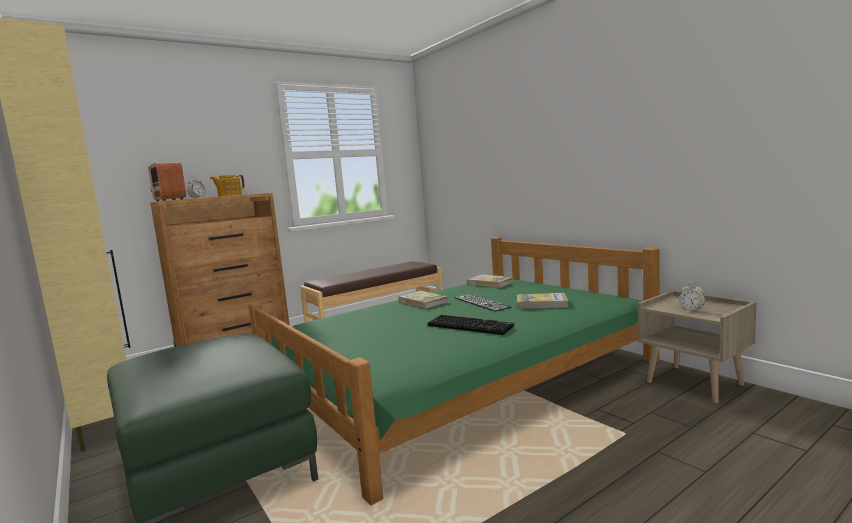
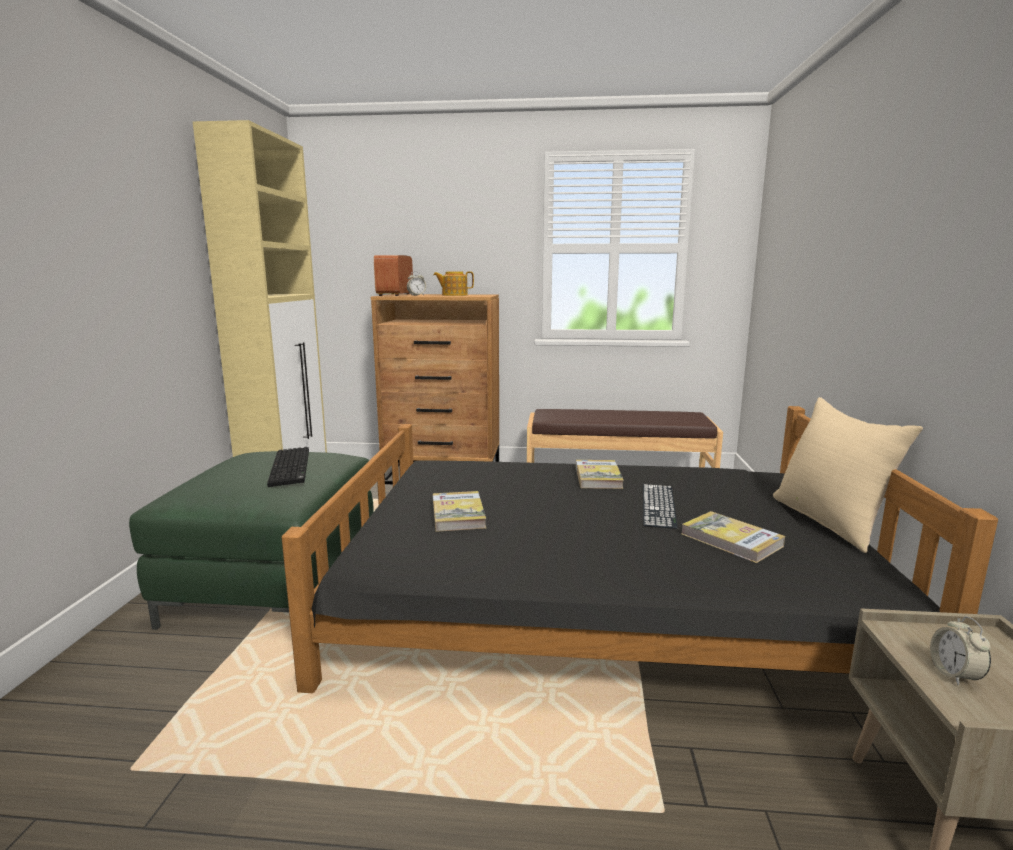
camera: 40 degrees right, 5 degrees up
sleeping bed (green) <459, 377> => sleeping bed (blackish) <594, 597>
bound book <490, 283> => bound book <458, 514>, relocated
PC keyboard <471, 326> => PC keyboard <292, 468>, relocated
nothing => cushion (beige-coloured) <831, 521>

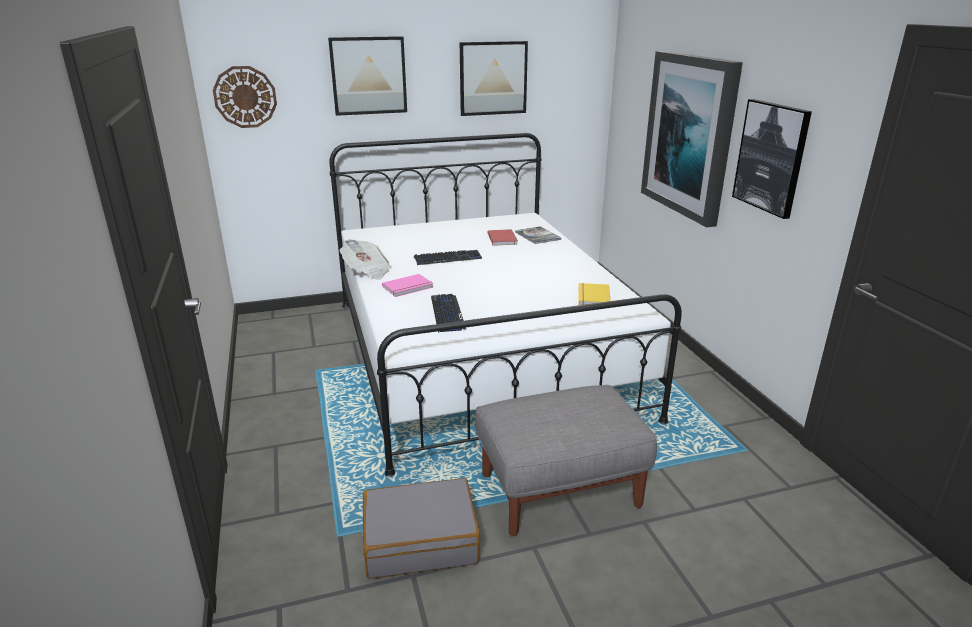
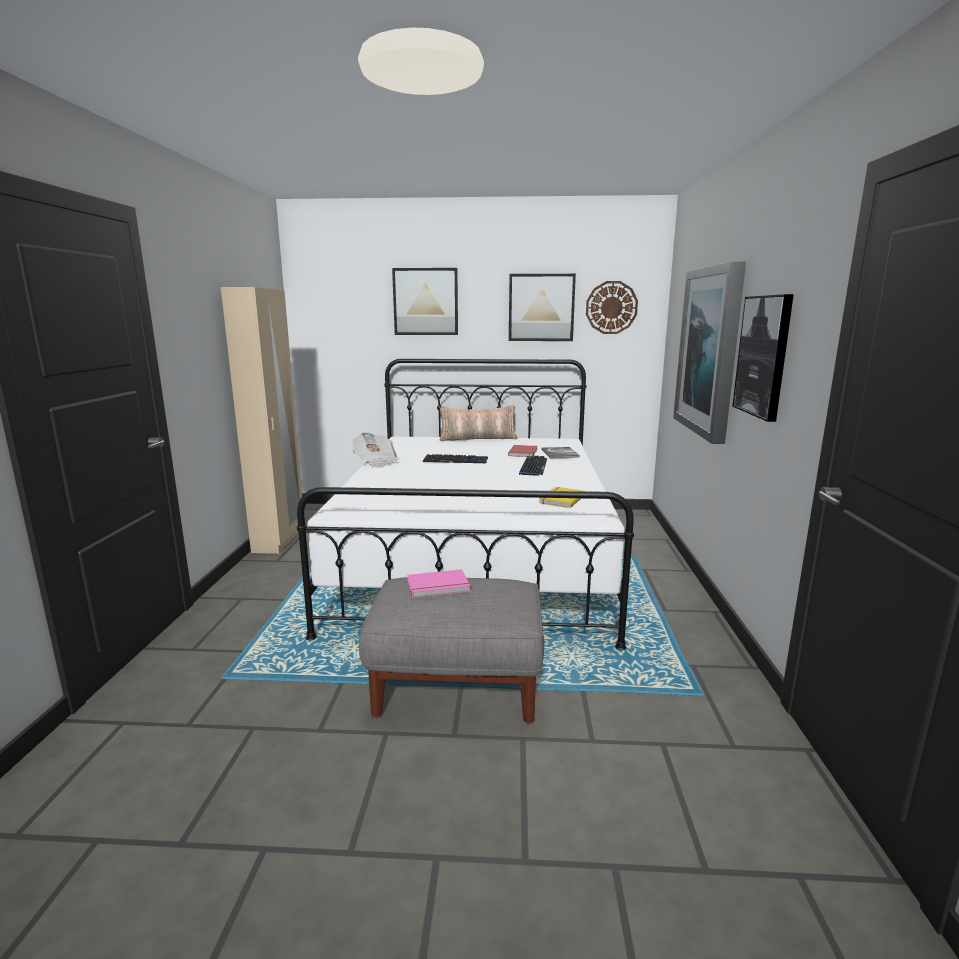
camera: 20 degrees right, 10 degrees down
wall clock <245, 97> => wall clock <611, 307>, relocated
bound book (pink) <408, 287> => bound book (pink) <439, 586>, relocated
PC keyboard <447, 314> => PC keyboard <533, 467>, relocated
piece of luggage (grey) <420, 540> => nothing
nothing => armoire (beige-coloured) <279, 540>
nothing => cushion <478, 439>

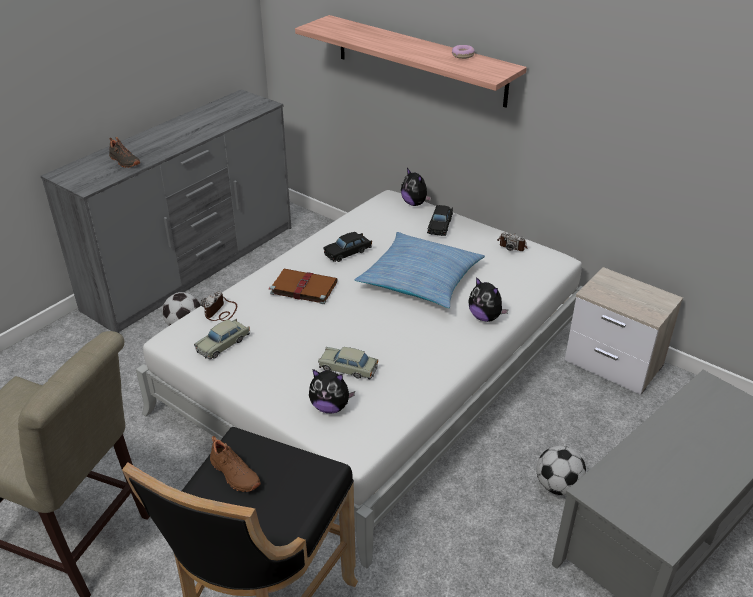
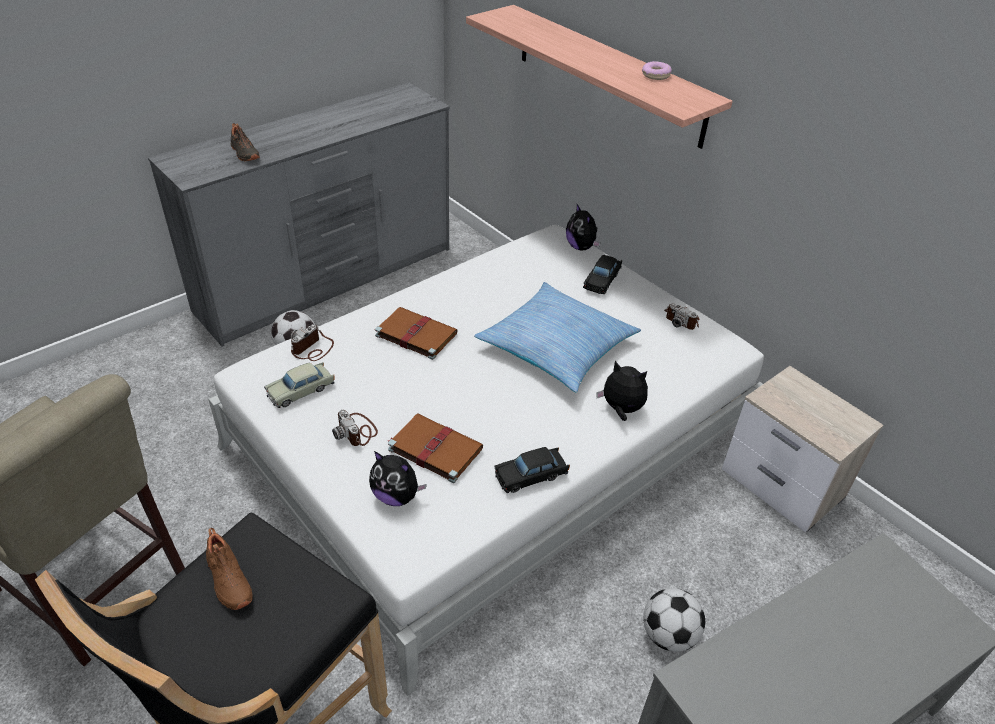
camera: 10 degrees right, 5 degrees up
model car (blackish) <348, 252> => model car (blackish) <531, 475>, relocated
cuddly toy <485, 317> => cuddly toy <621, 409>, 150 degrees clockwise
model car (beige-coloured) <348, 368> => bound book (brown-coloured) <434, 448>
nothing => still camera <356, 431>

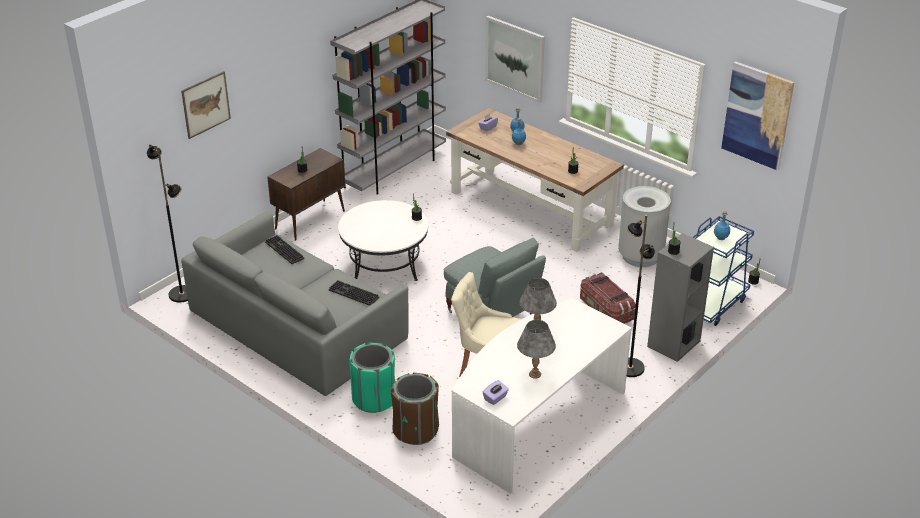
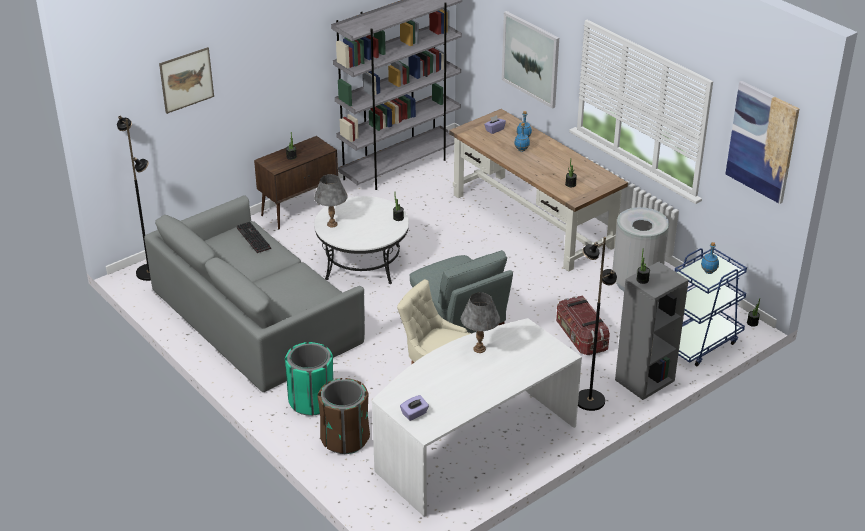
camera: 10 degrees right, 0 degrees up
PC keyboard <352, 294> => nothing
lamp for a table (grey) <534, 374> => lamp for a table (grey) <332, 224>, relocated

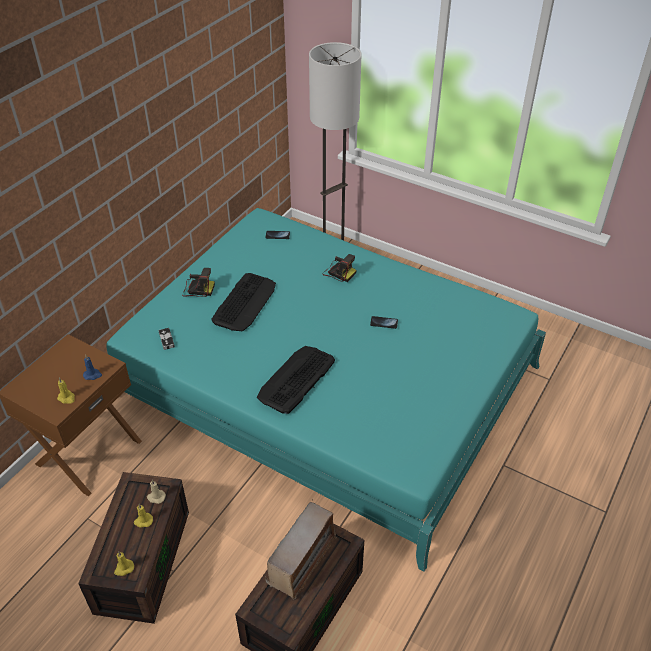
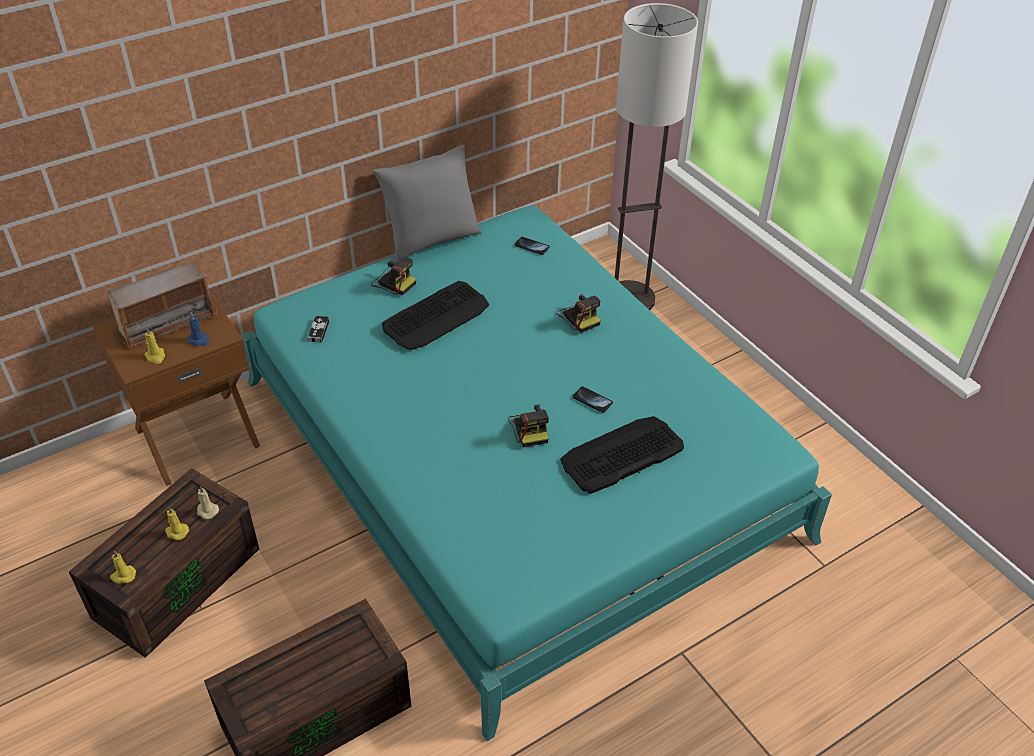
camera: 25 degrees right, 0 degrees up
PC keyboard <296, 379> => PC keyboard <621, 455>, relocated
radio receiver <302, 559> => radio receiver <167, 322>, relocated
nothing => cushion (grey) <431, 241>
nothing => still camera <530, 428>

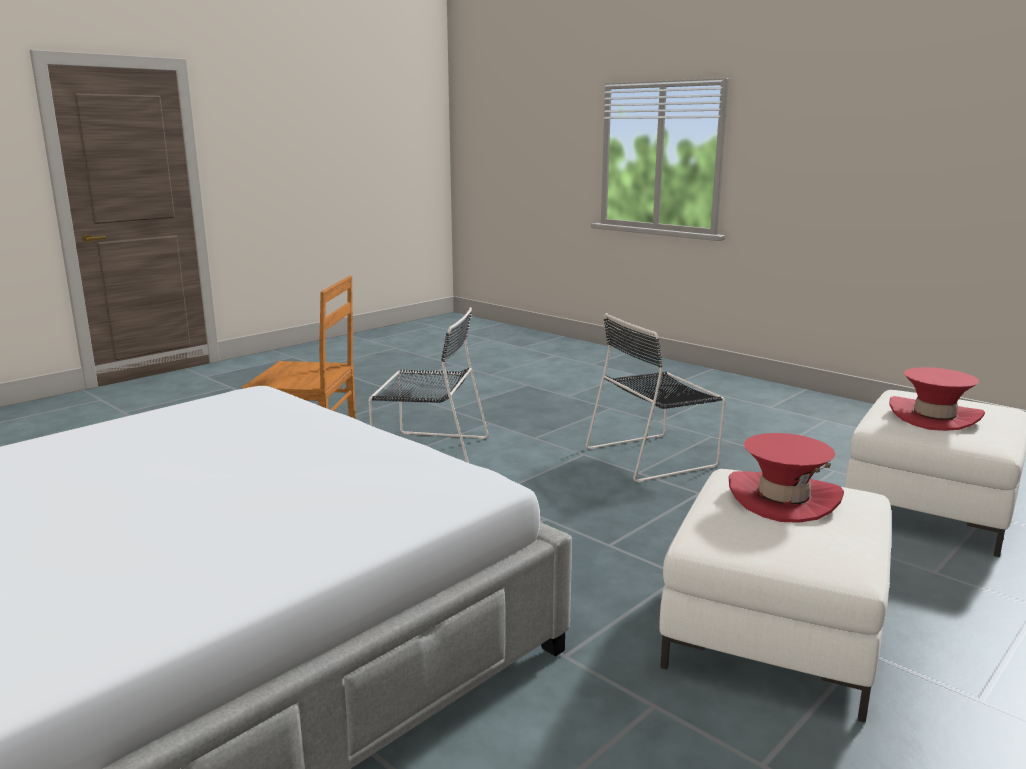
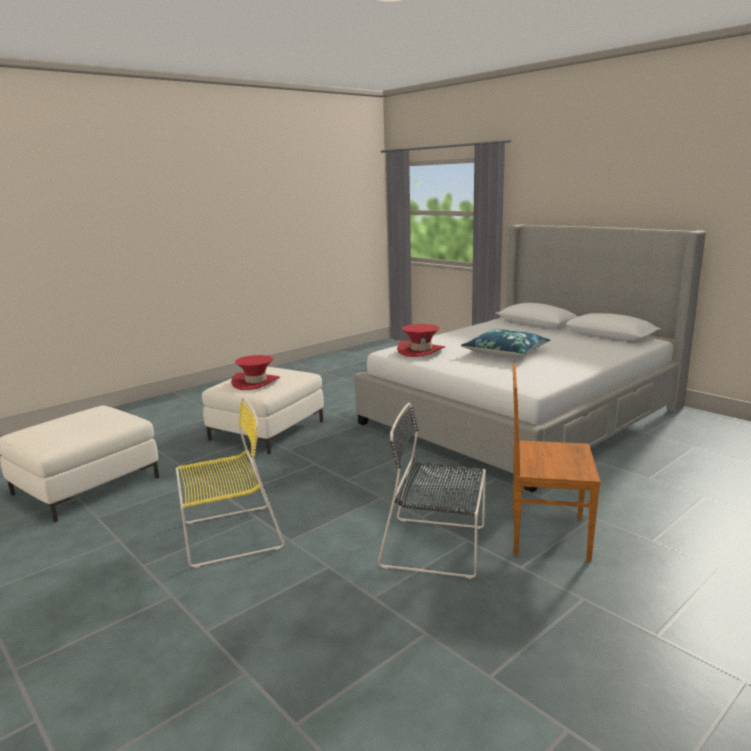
camera: 175 degrees left, 0 degrees up
plain chair (blackish) <654, 456> => plain chair (yellow-coloured) <227, 536>
wearable hat (reddish) <934, 417> => wearable hat (reddish) <421, 351>, relocated
nothing => cushion (blue-coloured) <505, 353>

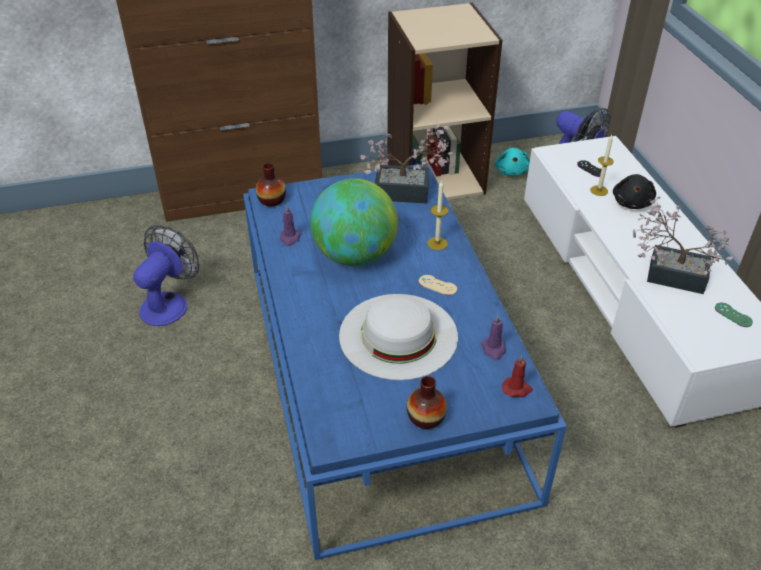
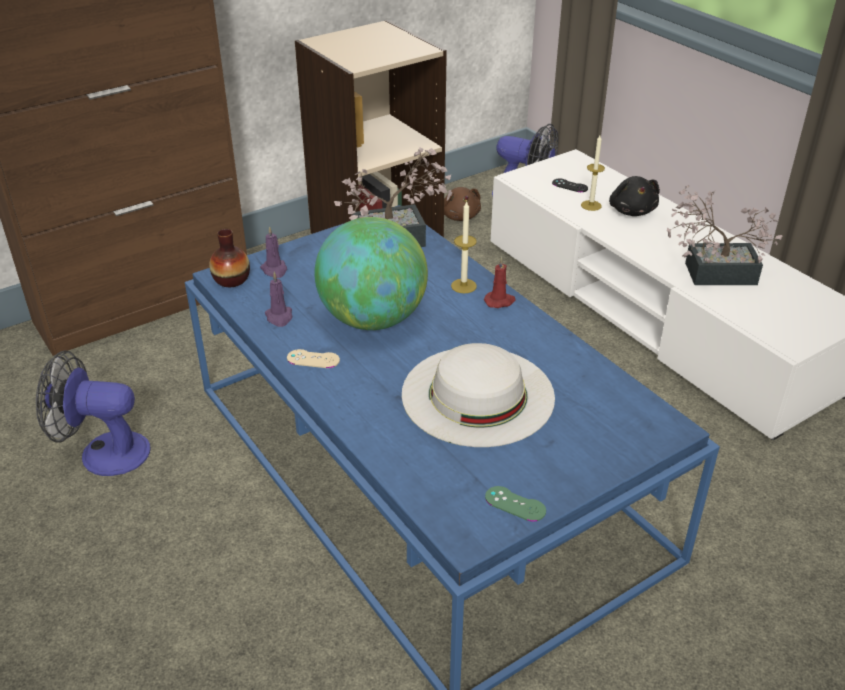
camera: 20 degrees left, 5 degrees down
cuddly toy (turquoise) <511, 171> => cuddly toy (brown-coloured) <459, 216>
fan <169, 303> => fan <103, 452>, 90 degrees counterclockwise
joypad (beige-coloured) <437, 285> => joypad (beige-coloured) <313, 359>, relocated
joypad (green) <733, 315> => joypad (green) <515, 504>, relocated
wax light (purple) <493, 349> => wax light (purple) <274, 270>, relocated
wax light (reddish) <517, 389> => wax light (reddish) <500, 301>, relocated
flower vase <426, 417> => nothing

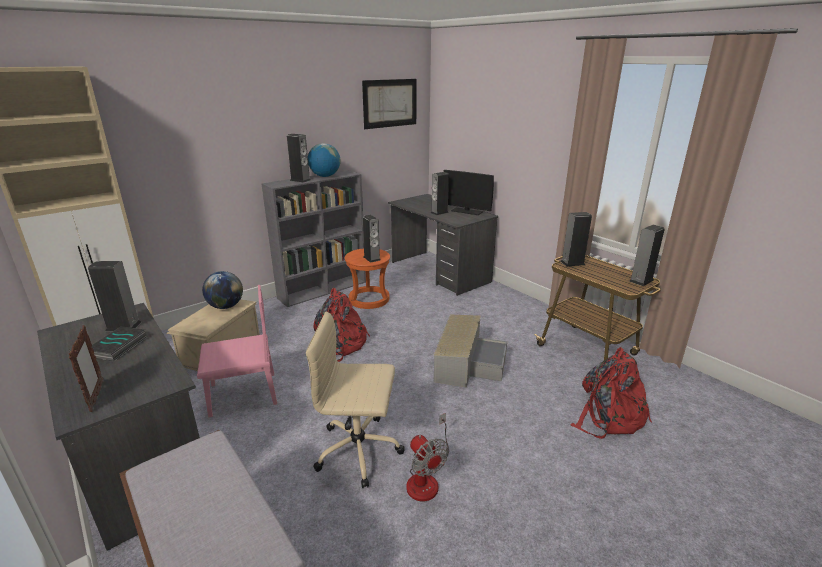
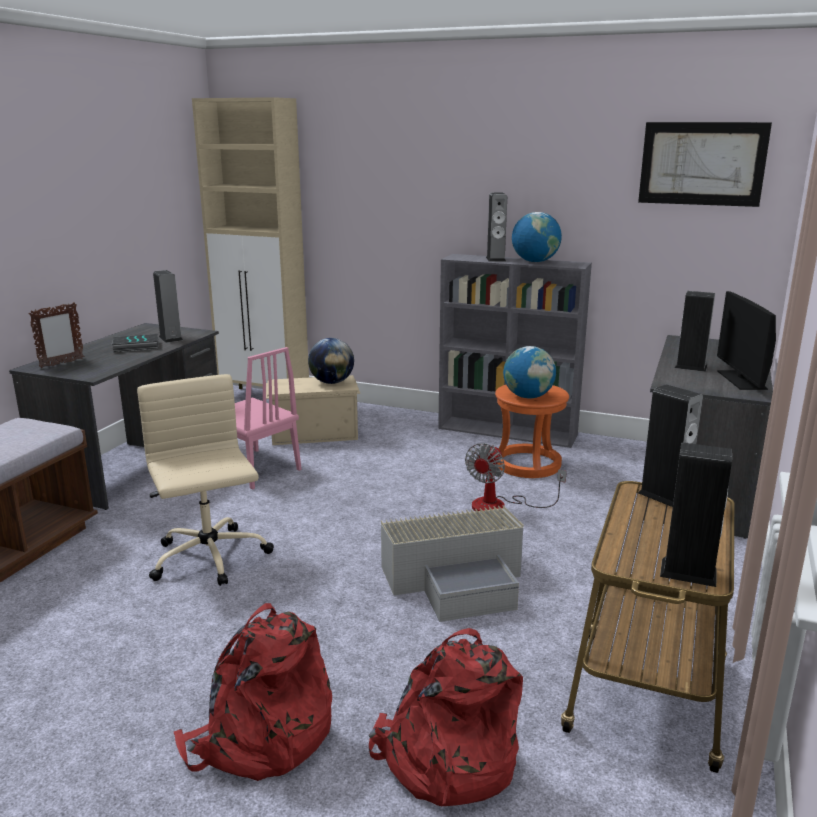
camera: 60 degrees right, 5 degrees down
loudspeaker <371, 258> => world globe <528, 397>
rucksack (reddish) <340, 345> => rucksack (reddish) <260, 737>, relocated
fan <426, 478> => fan <500, 506>, relocated

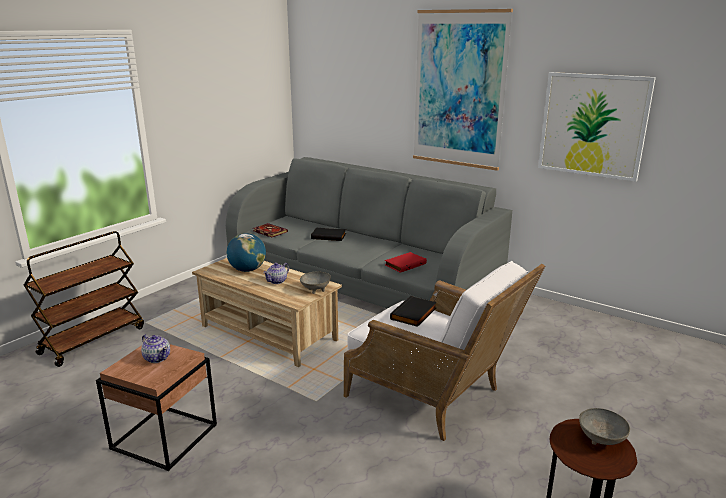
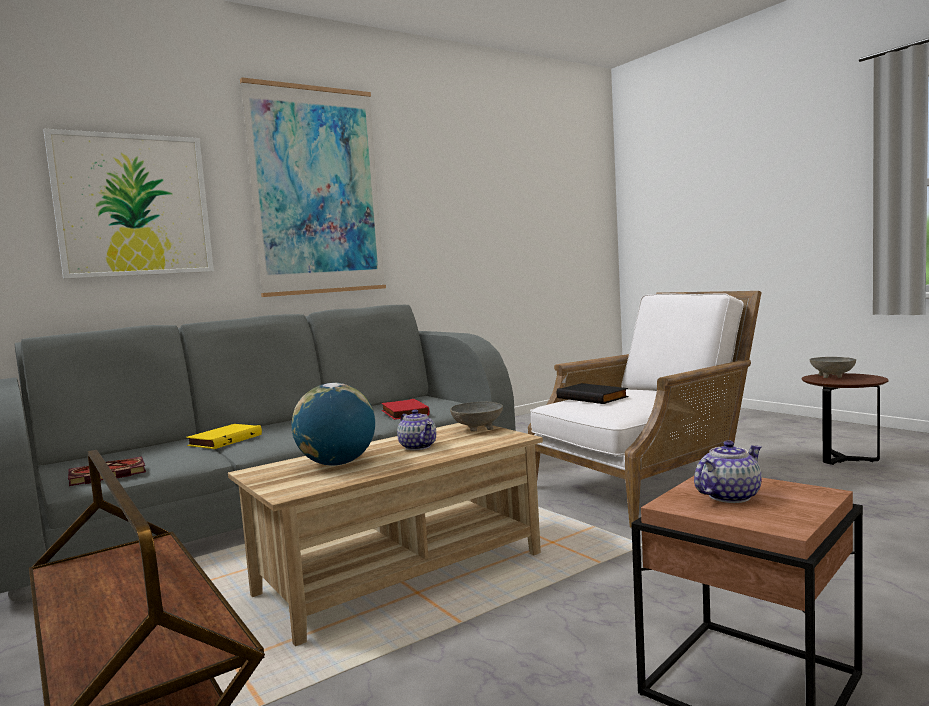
camera: 70 degrees left, 15 degrees down
wall art <593, 125> => wall art <133, 205>, relocated
bound book (blackish) <329, 236> => bound book (yellow-coloured) <224, 440>

